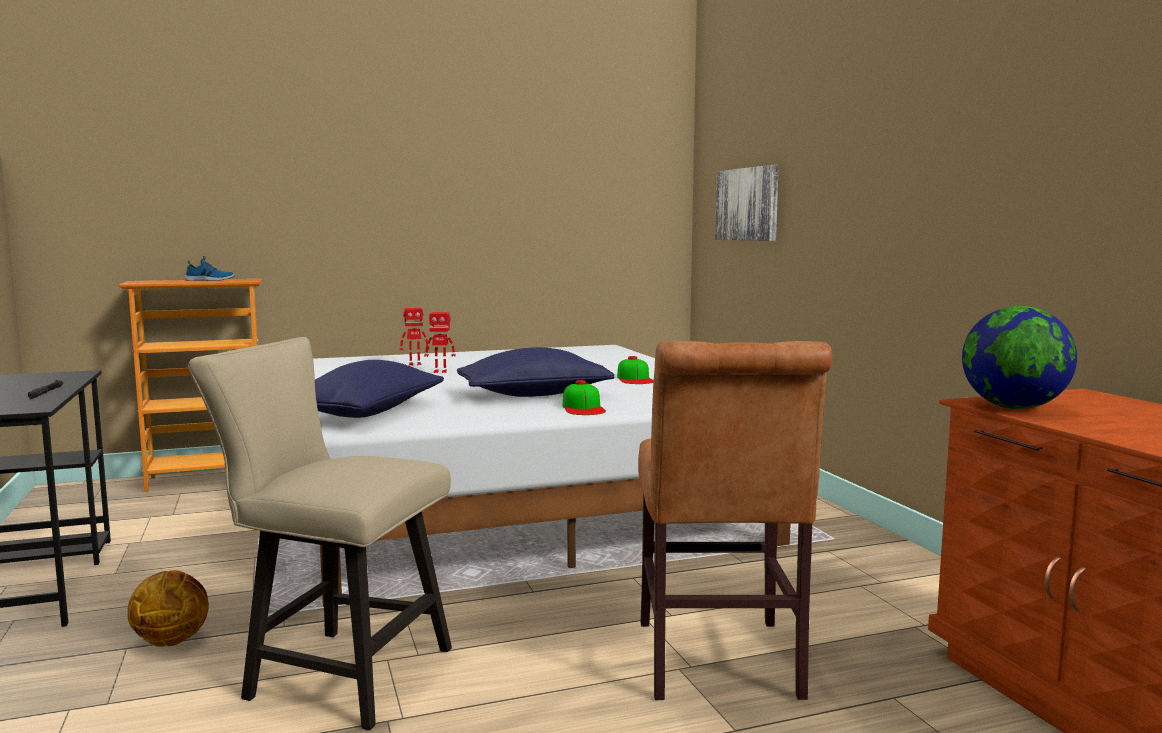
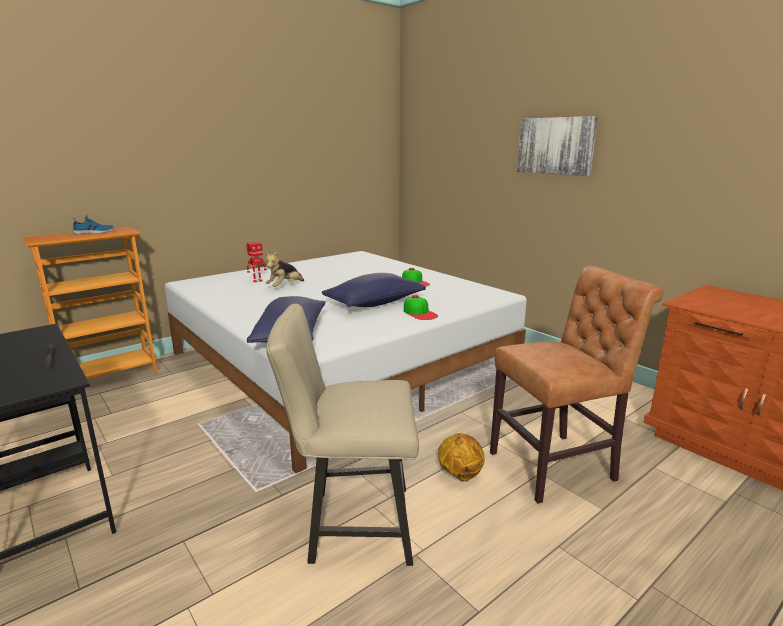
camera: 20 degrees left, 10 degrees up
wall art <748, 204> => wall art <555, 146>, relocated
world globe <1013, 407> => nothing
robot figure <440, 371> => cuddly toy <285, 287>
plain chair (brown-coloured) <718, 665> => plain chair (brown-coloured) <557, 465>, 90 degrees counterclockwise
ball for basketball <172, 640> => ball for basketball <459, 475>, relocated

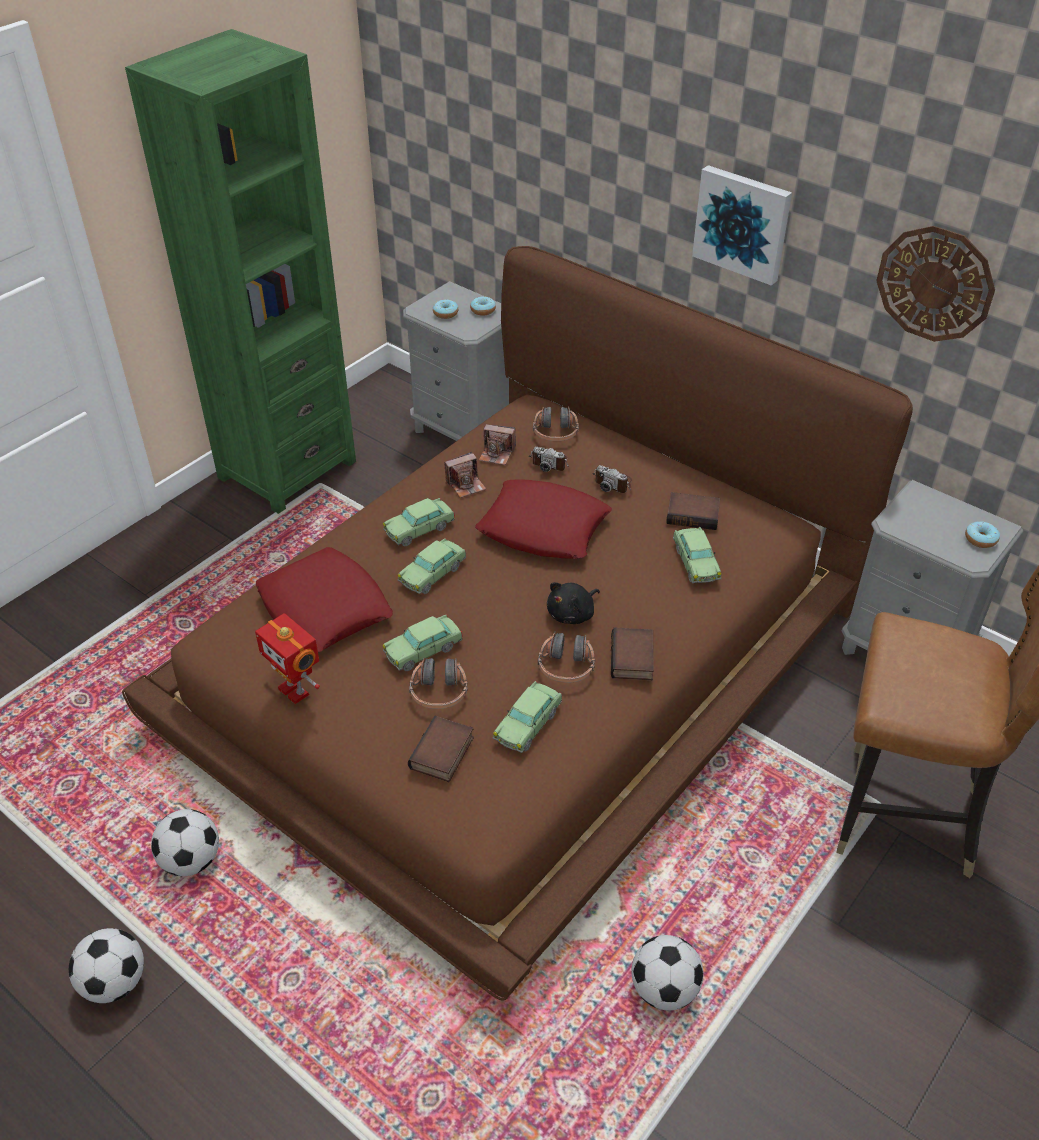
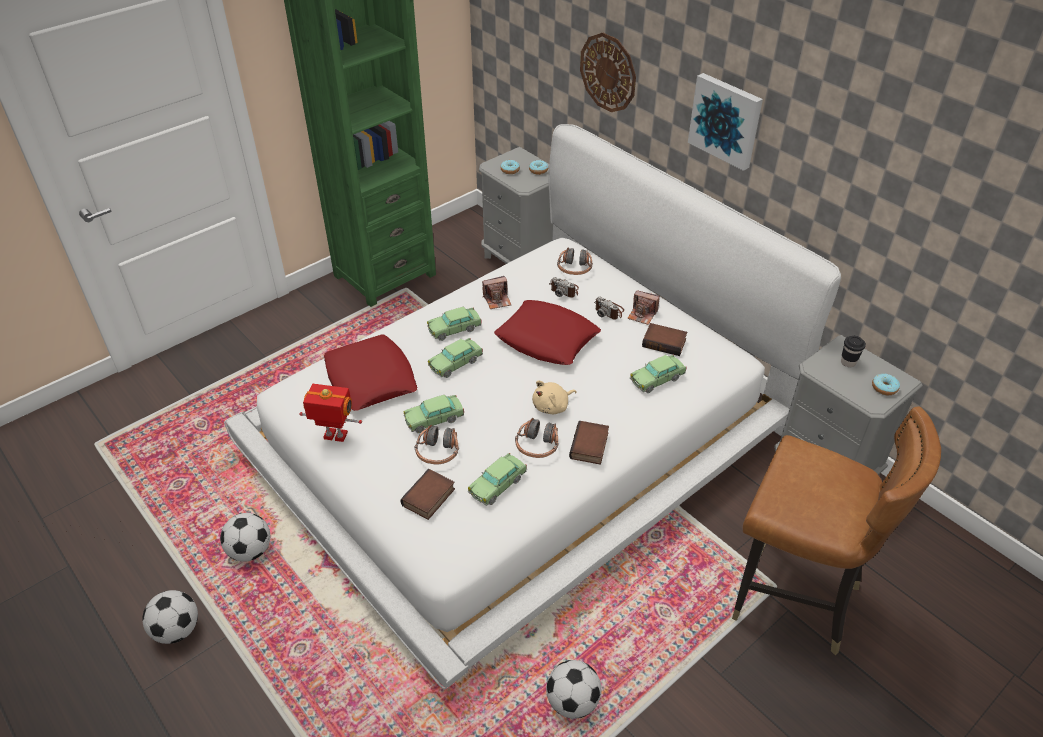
camera: 10 degrees right, 0 degrees up
wall clock <935, 284> => wall clock <608, 72>, relocated
sleeping bed (brown-coloured) <519, 662> => sleeping bed (white) <521, 438>
still camera <497, 454> => still camera <642, 315>, relocated
model car <695, 562> => model car <657, 379>, 60 degrees clockwise
cuddly toy (blackish) <572, 614> => cuddly toy (beige-coloured) <552, 406>
robot figure <295, 690> => robot figure <335, 436>, 135 degrees clockwise
nothing => small cup (blackish) <848, 362>

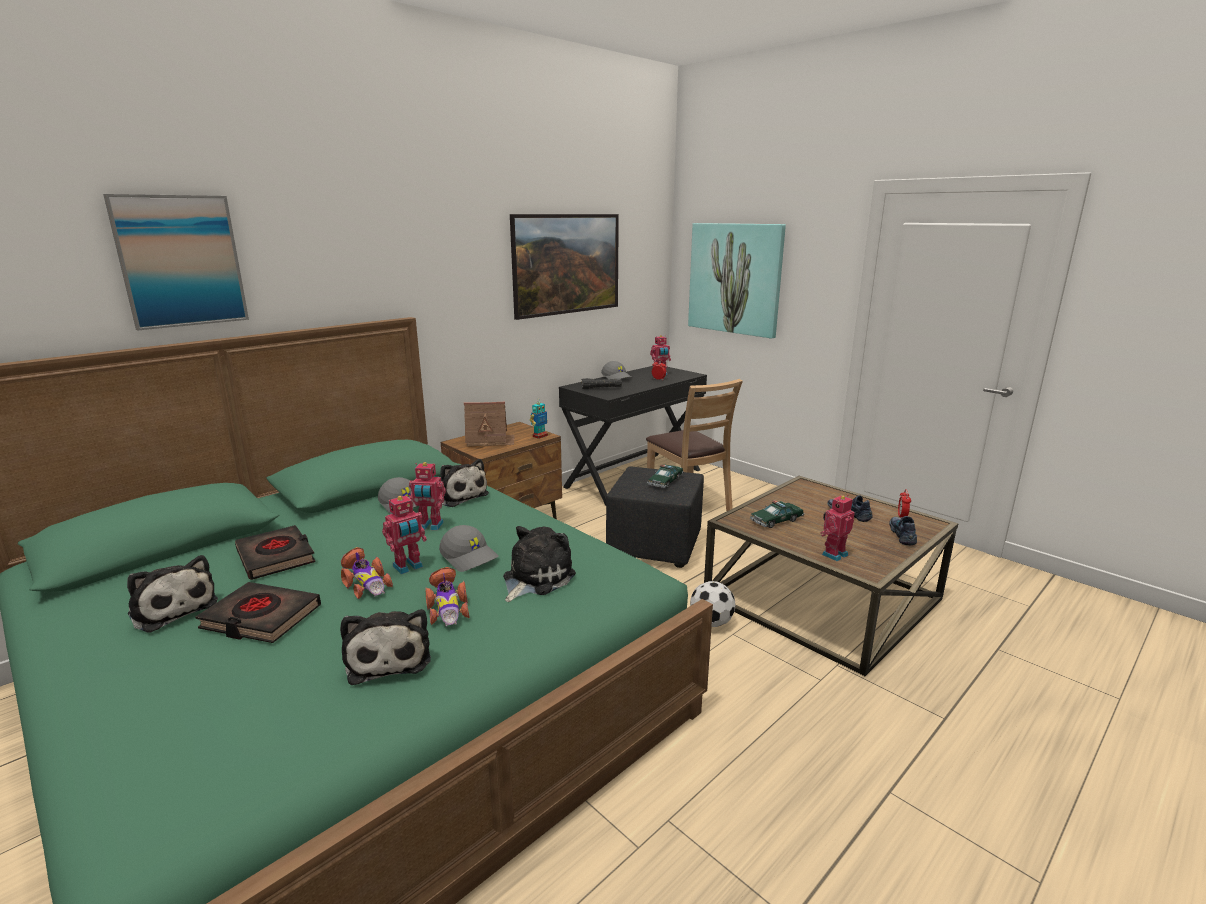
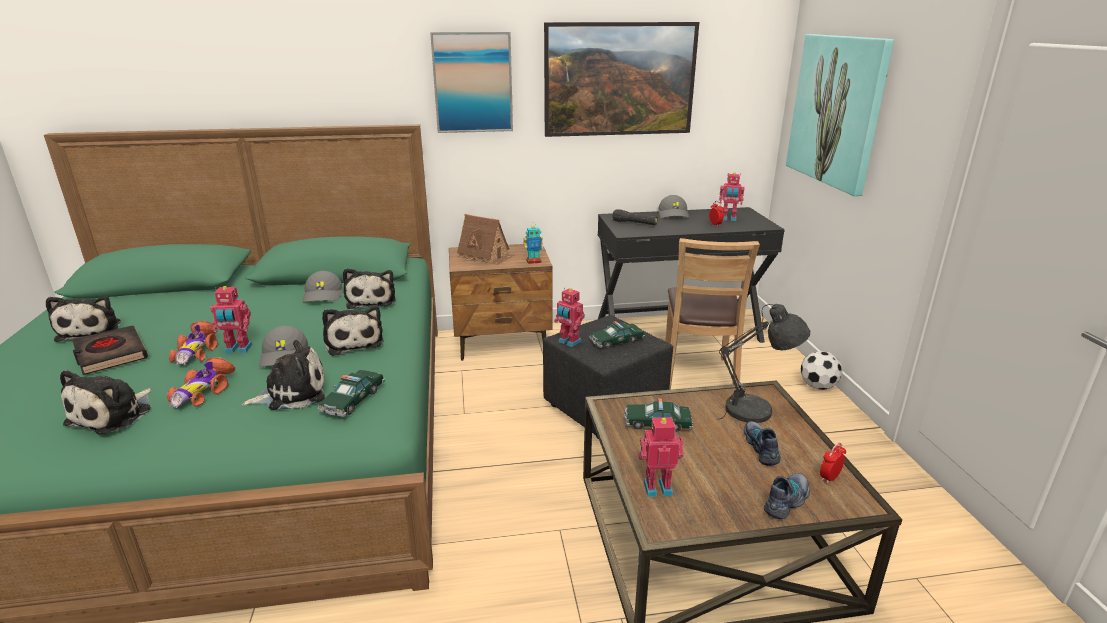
camera: 35 degrees right, 5 degrees up
wall art <180, 261> => wall art <473, 83>, relocated
robot figure <430, 526> => robot figure <568, 342>, relocated
bound book (blackish) <276, 557> => nothing
football ball <711, 622> => football ball <817, 386>, relocated
nothing => lamp for a table (grey) <755, 411>
nothing => cuddly toy <354, 341>
nothing => model car <353, 400>

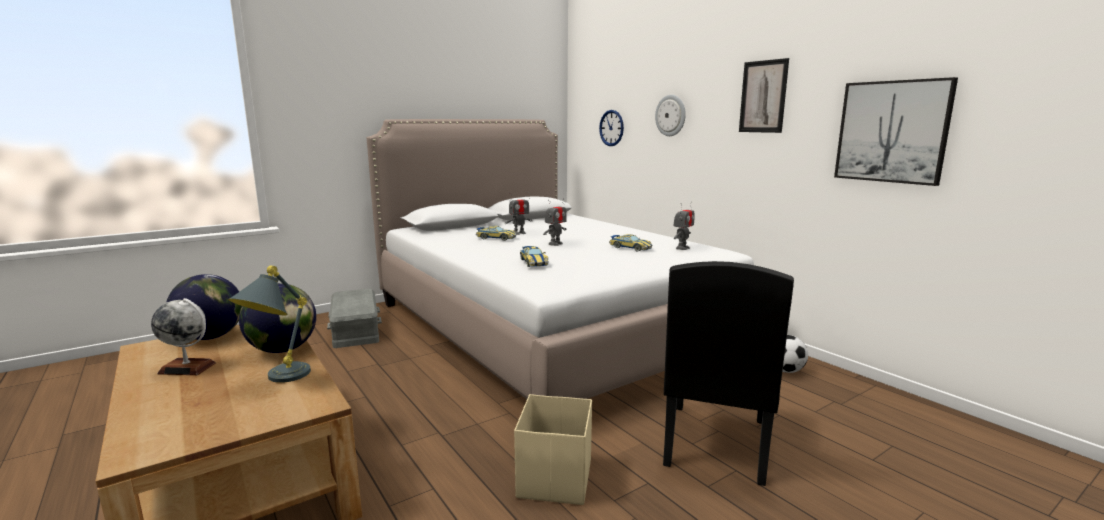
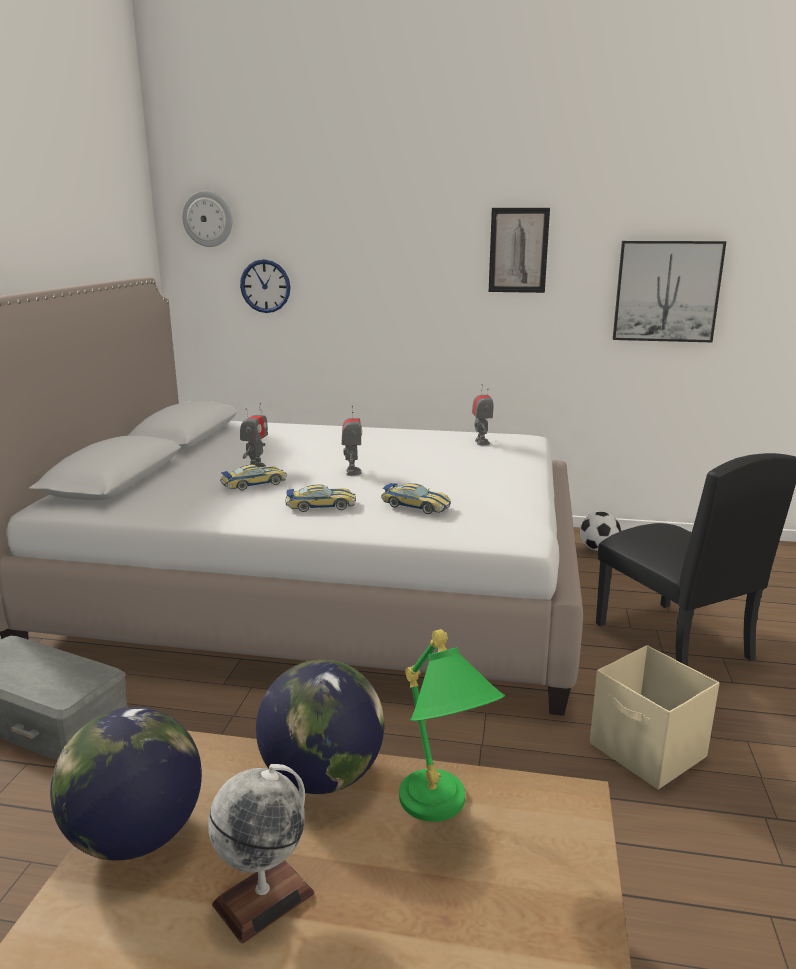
camera: 45 degrees left, 5 degrees up
wall clock <671, 115> => wall clock <208, 219>, relocated
model car <630, 248> => model car <321, 506>, relocated
lamp for a table (grey) <277, 380> => lamp for a table (green) <443, 814>

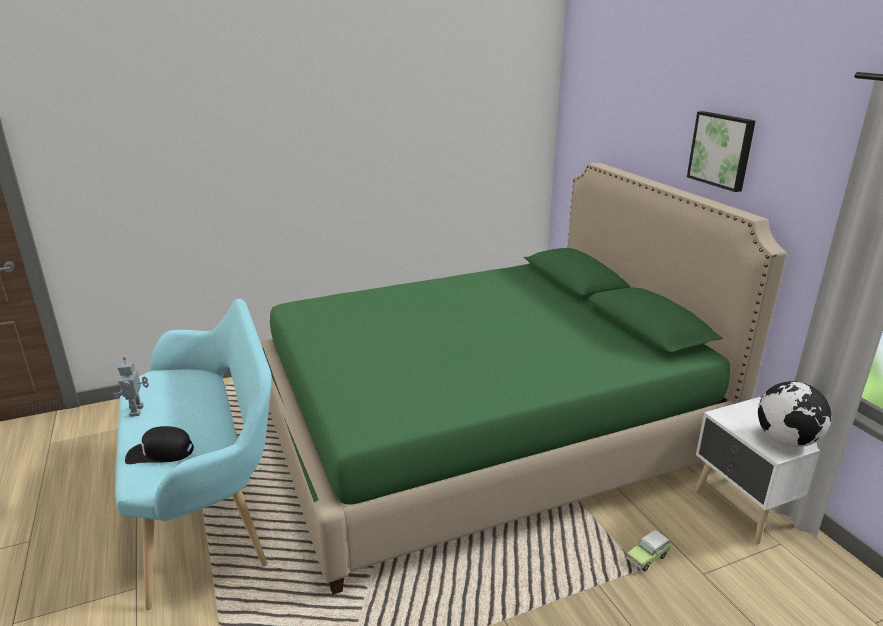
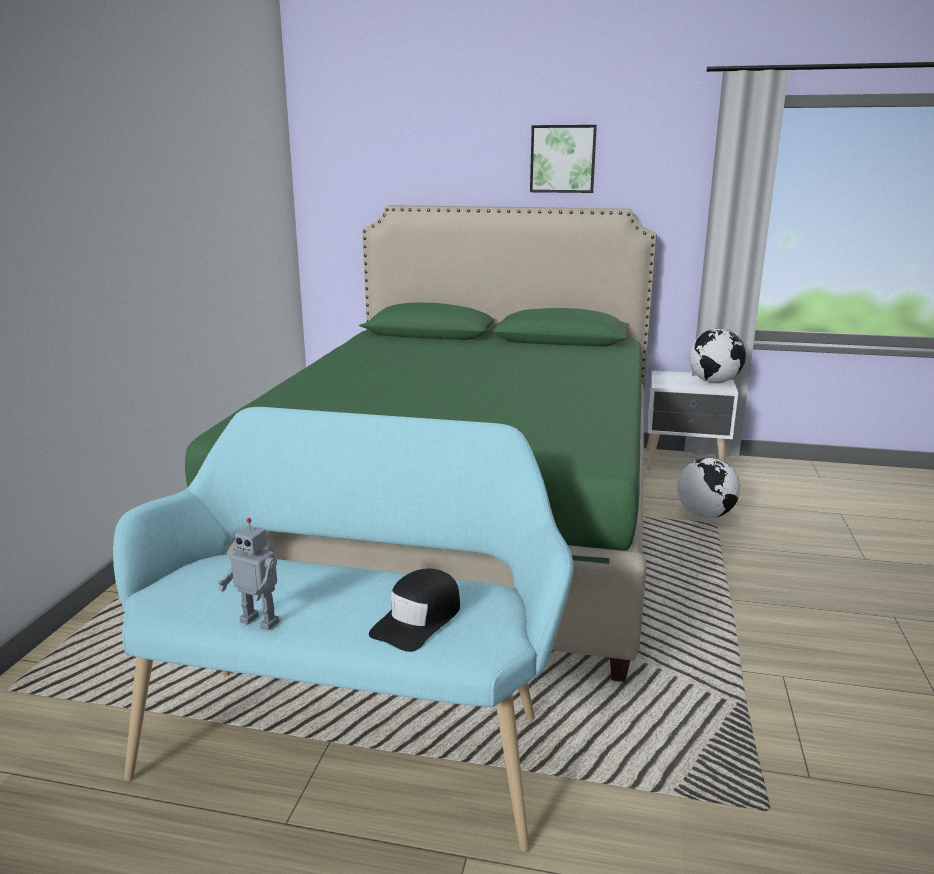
camera: 55 degrees left, 5 degrees down
model car <648, 557> => world globe <705, 515>

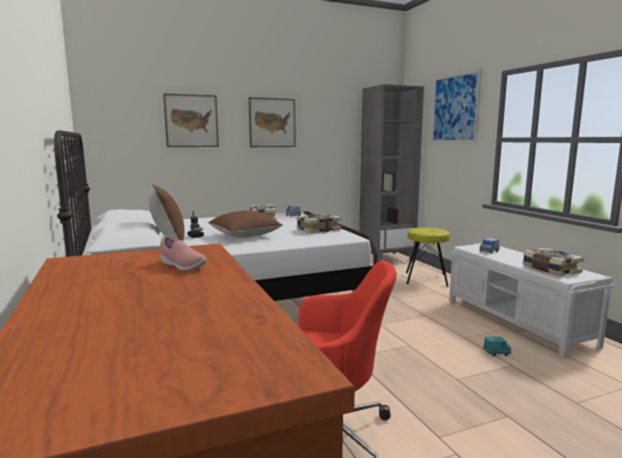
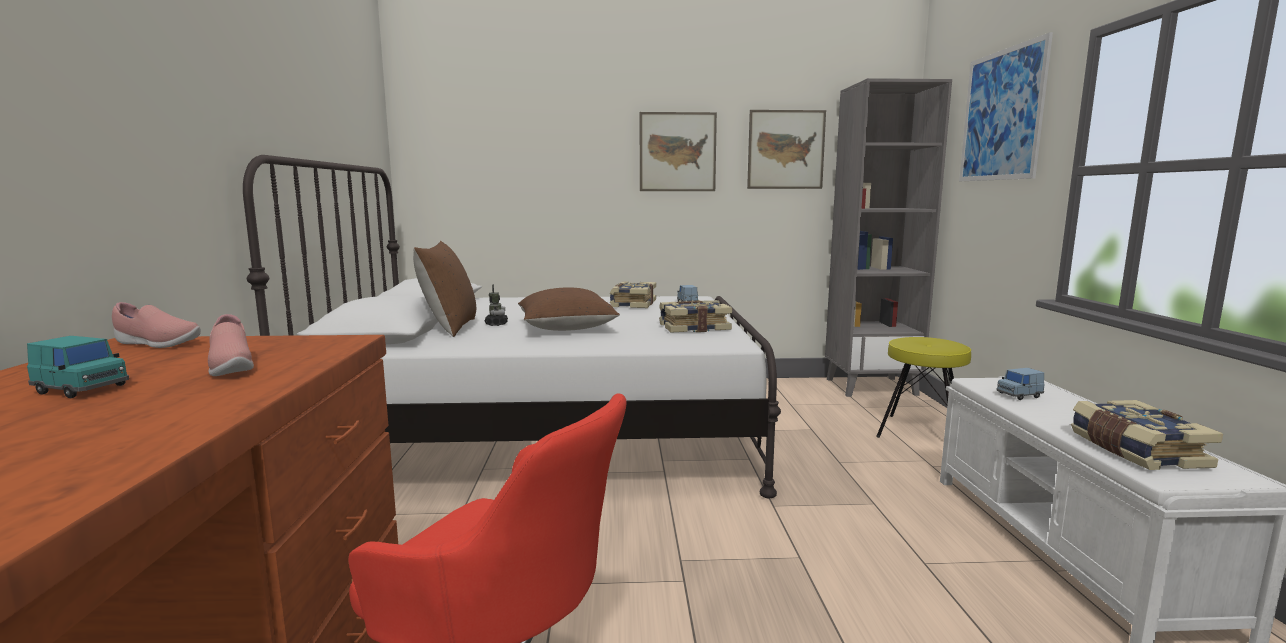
camera: 20 degrees right, 0 degrees up
wall art <191, 121> => wall art <786, 149>, relocated
model car (turquoise) <496, 353> => model car (turquoise) <81, 389>, relocated
nothing => low shoe (pink) <157, 344>

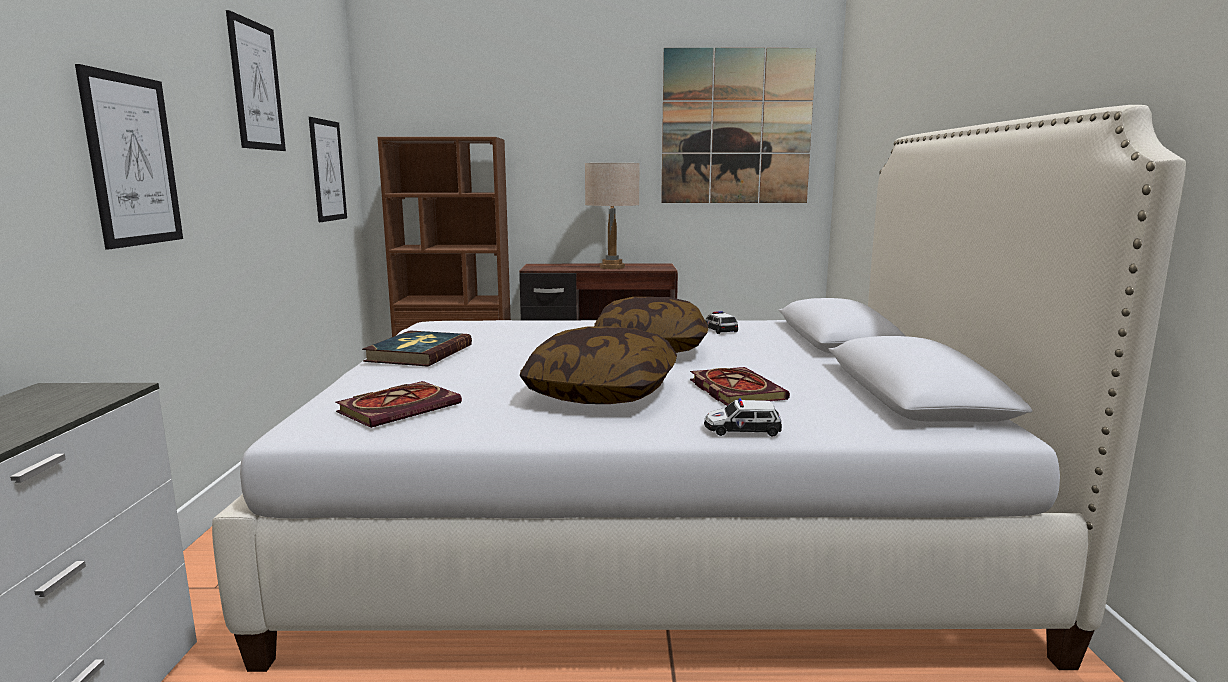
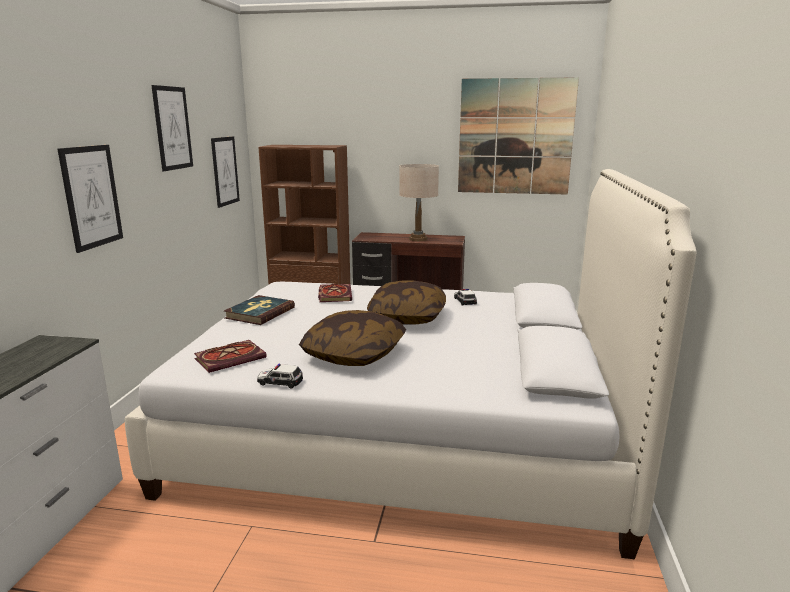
camera: 10 degrees right, 5 degrees up
bound book <733, 390> => bound book <334, 295>, relocated
model car <742, 429> => model car <279, 382>, relocated

